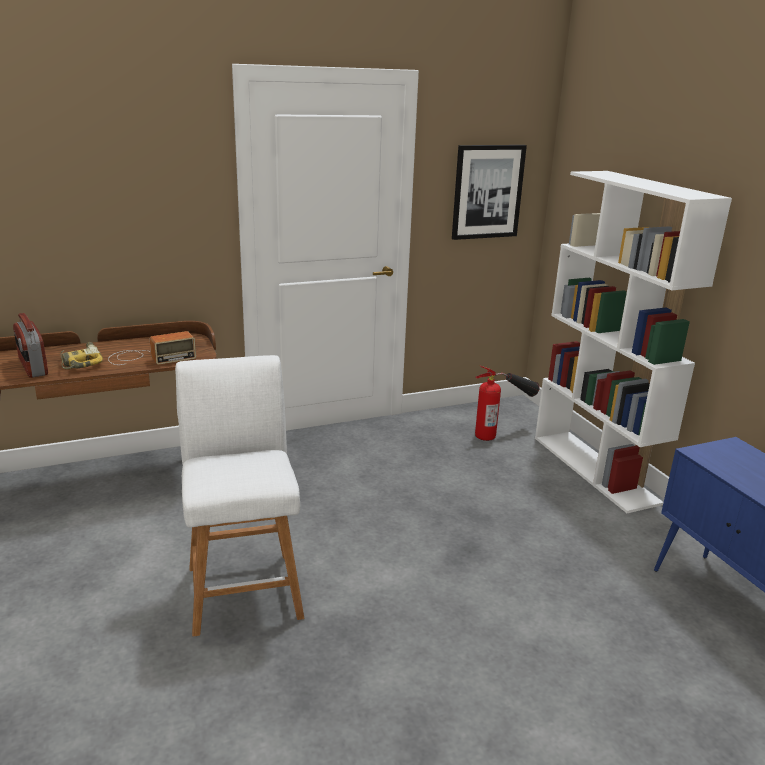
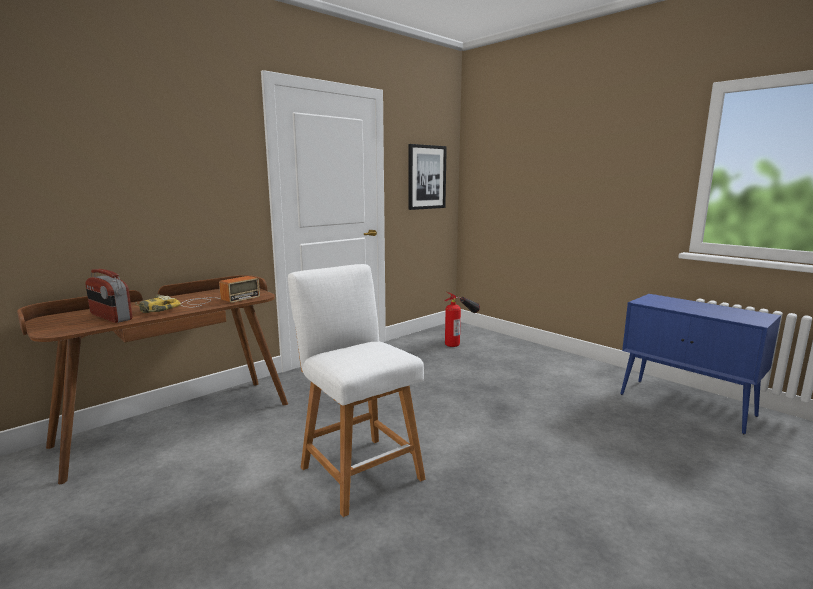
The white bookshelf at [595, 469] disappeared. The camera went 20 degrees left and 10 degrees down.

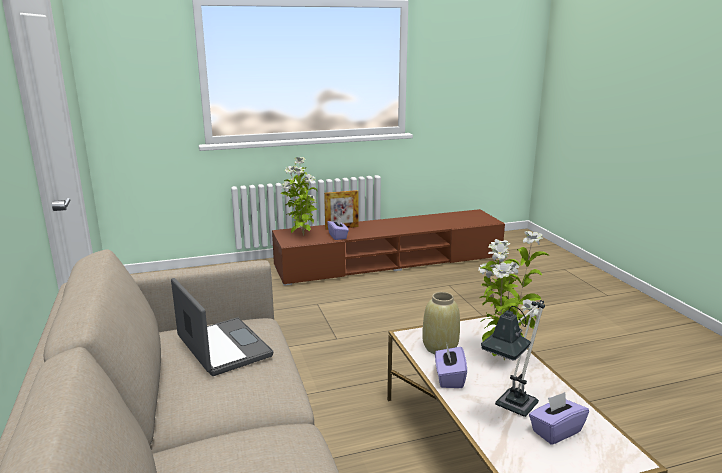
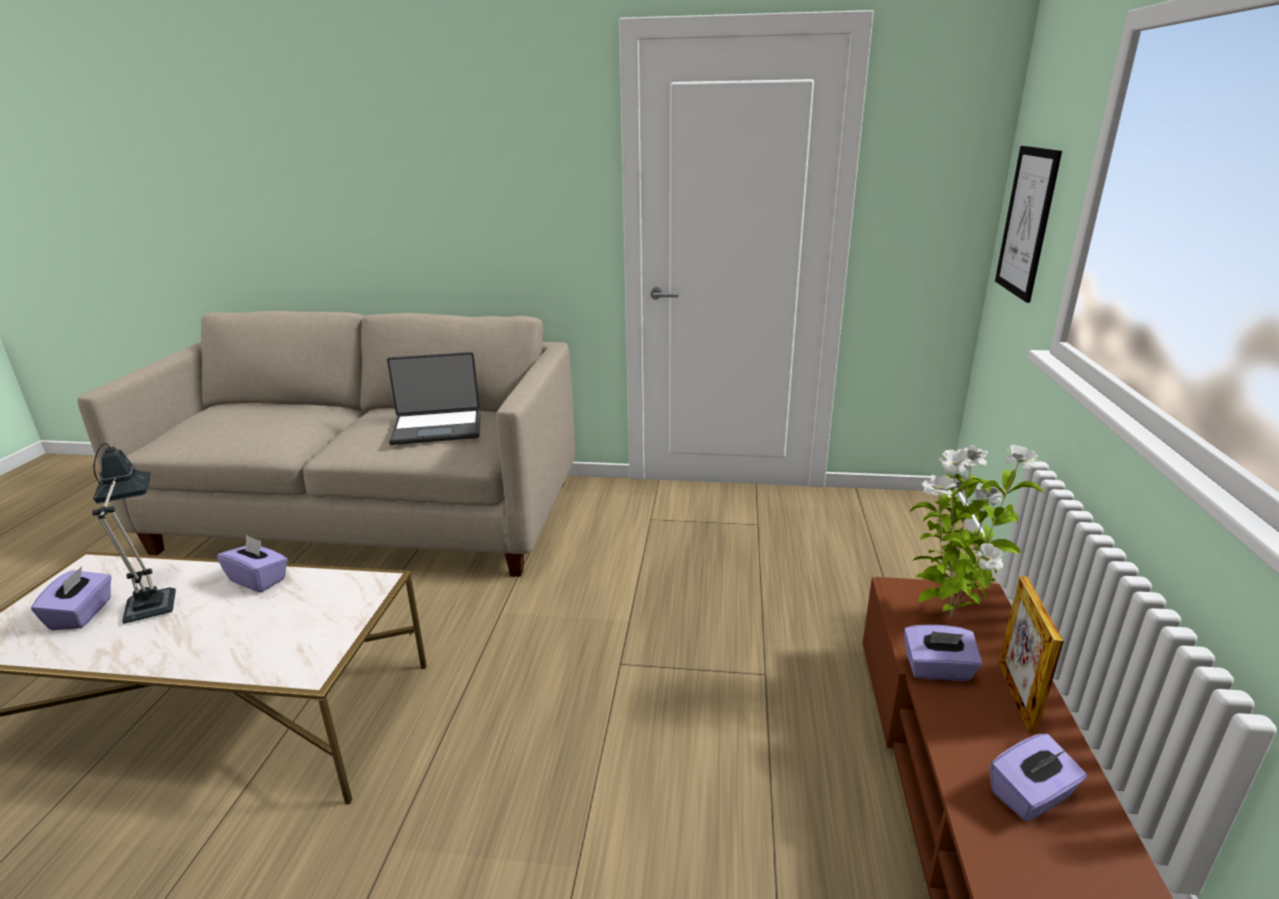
The beige flower vase at [440, 348] disappeared. The houseplant at [502, 359] disappeared. The purplish tissue box at [1031, 796] appeared. The picture at [1026, 222] appeared. The camera went 115 degrees right and 5 degrees up.

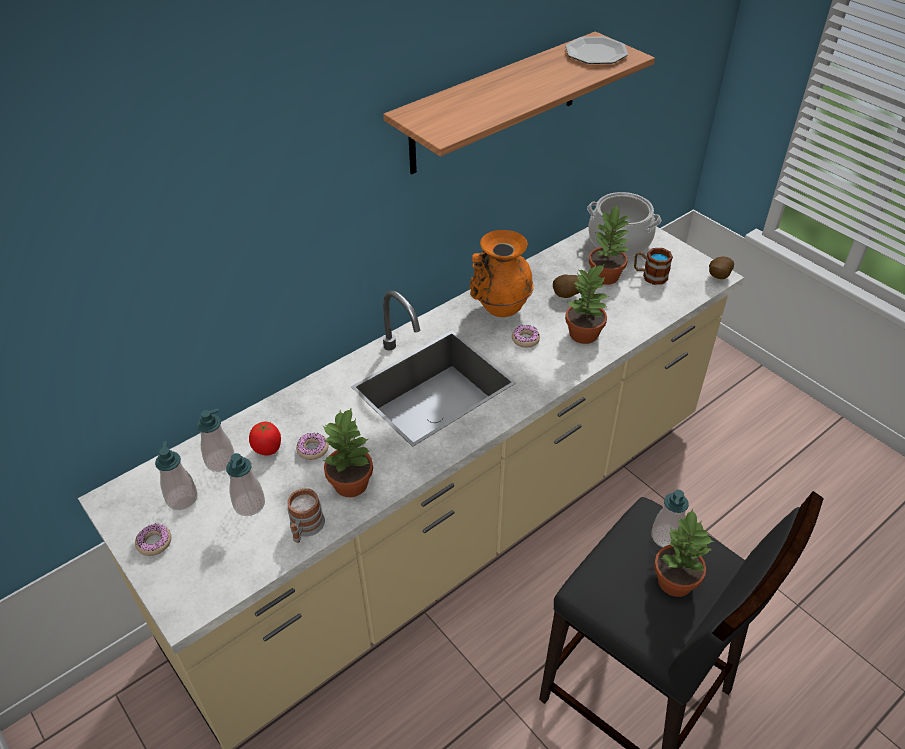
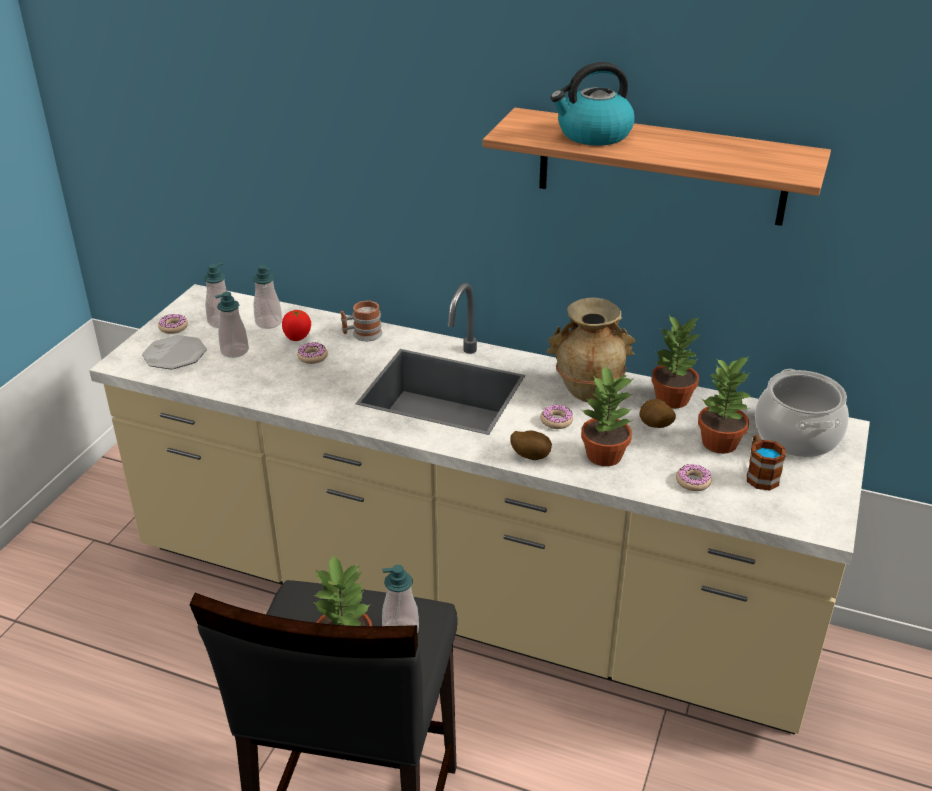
The coffee mug moved from [305, 528] to [362, 335]. The houseplant moved from [352, 484] to [672, 399]. The orange-coloured flower vase at [499, 307] became the beige flower vase at [588, 391]. The plate moved from [595, 53] to [175, 354]. The whole potato moved from [717, 277] to [530, 456]. The tea kettle at [593, 135] appeared. The doughnut at [693, 482] appeared. The camera went 60 degrees right and 10 degrees down.

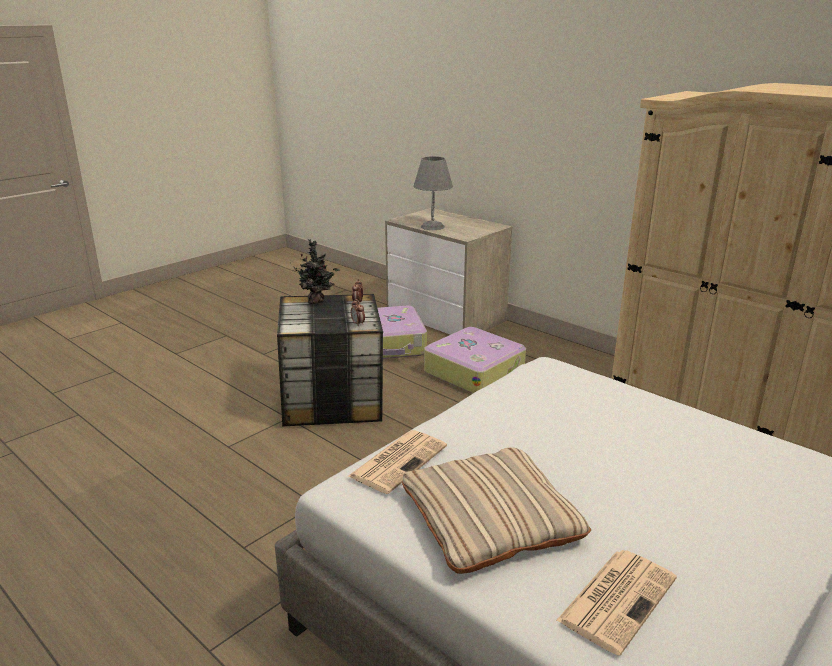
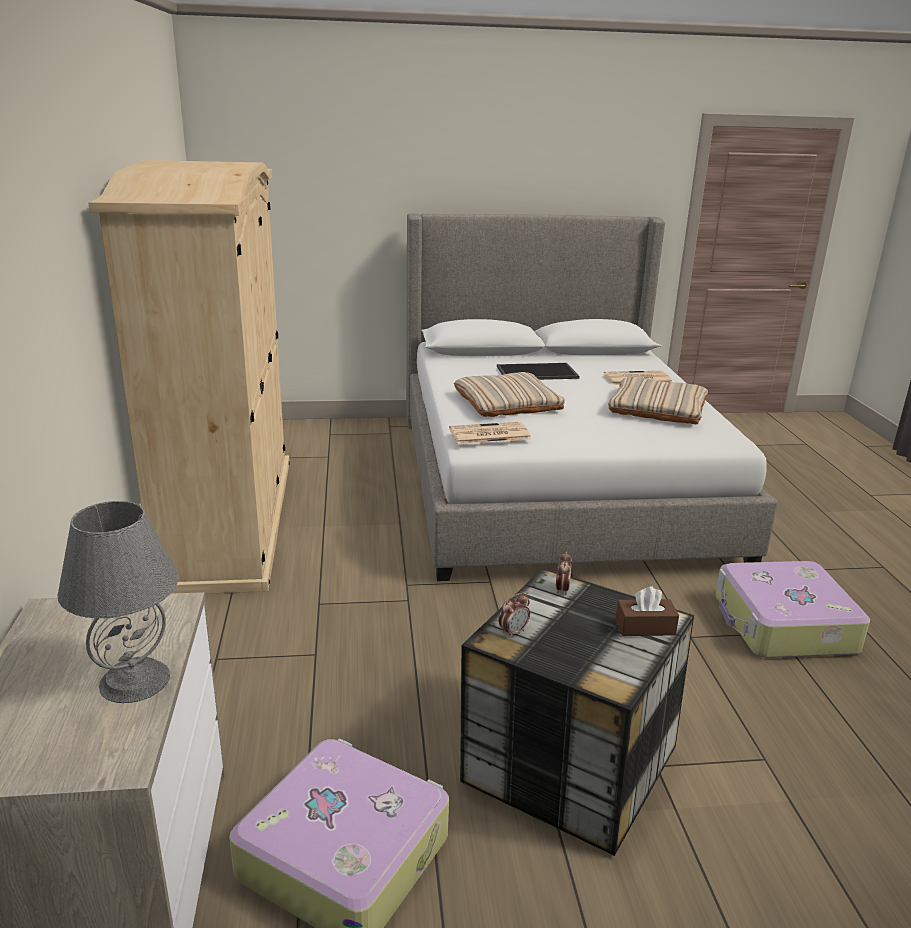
The houseplant at [317, 301] disappeared. The newspaper moved from [398, 460] to [488, 434]. The suitcase moved from [474, 371] to [782, 625]. The beige throw pillow at [507, 402] appeared. The carrying tray at [536, 373] appeared. The brown tissue box at [645, 627] appeared. The camera went 140 degrees left and 0 degrees up.

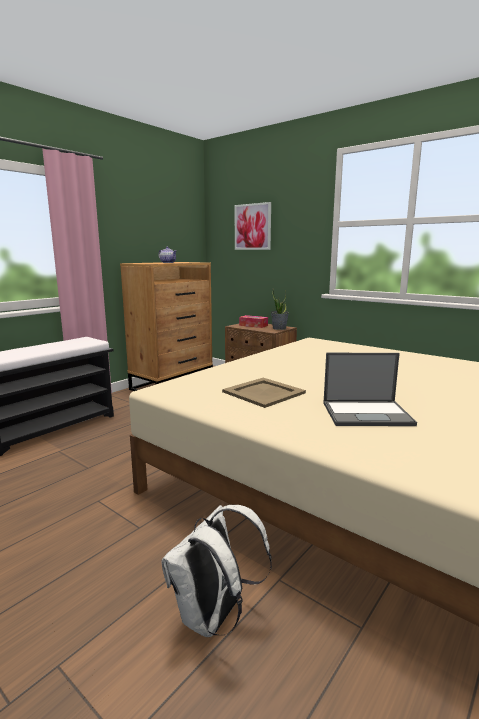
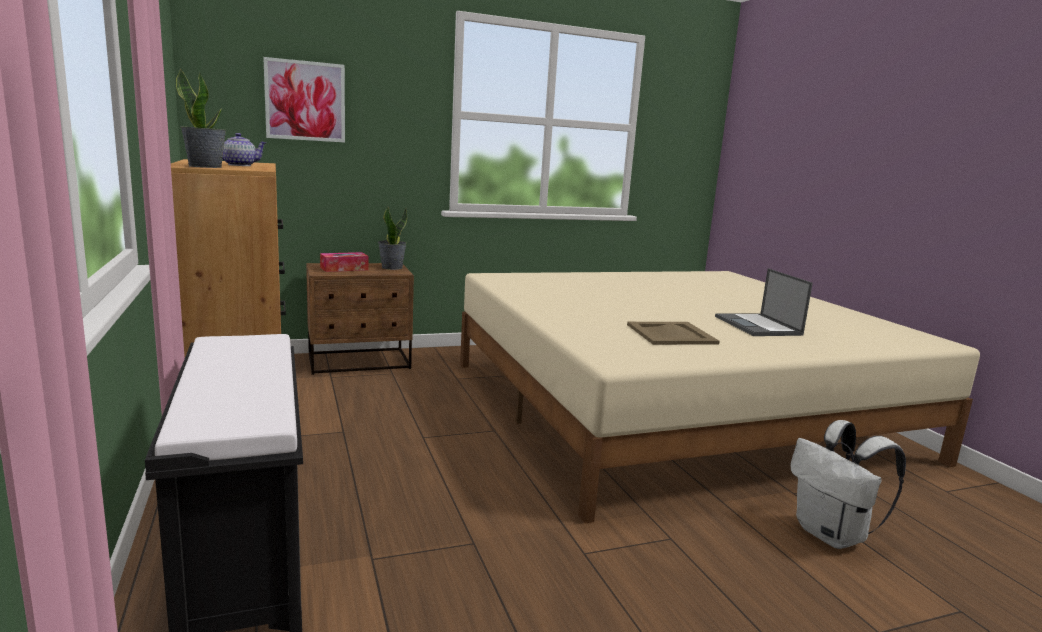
The notebook computer at [367, 413] turned 135 degrees clockwise. The houseplant at [205, 166] appeared. The camera went 60 degrees left and 0 degrees up.

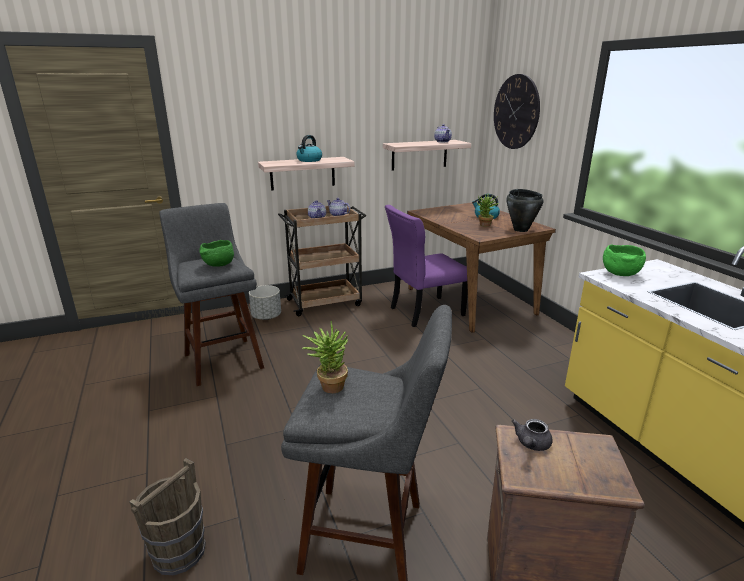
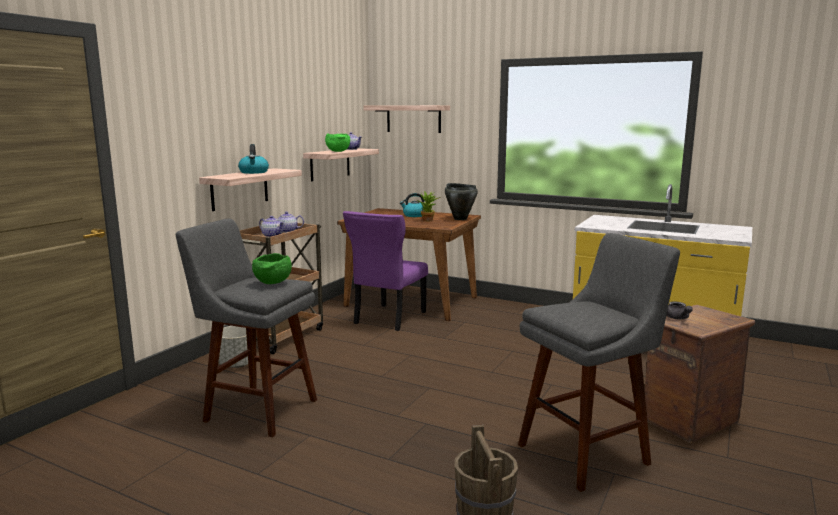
The houseplant at [328, 386] disappeared. The wall clock at [516, 112] was replaced by the bracket shelf at [413, 119]. The green-coloured bowl moved from [620, 274] to [337, 151]. The camera went 40 degrees left and 10 degrees down.

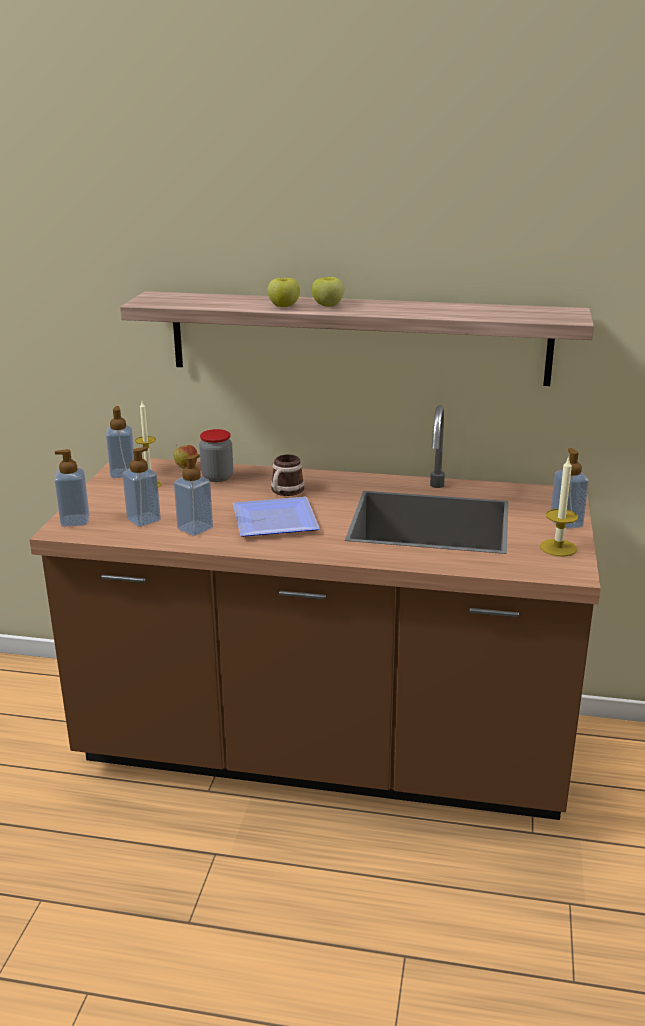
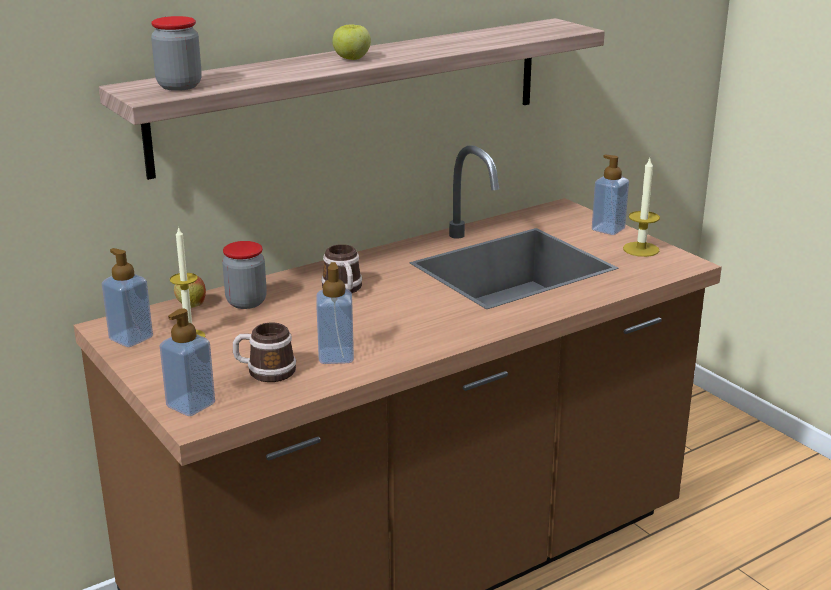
The soap bottle at [143, 520] was replaced by the coffee mug at [265, 371]. The plate at [272, 520] disappeared. The whole apple at [284, 306] disappeared. The storage jar at [179, 86] appeared. The camera went 45 degrees left and 0 degrees up.

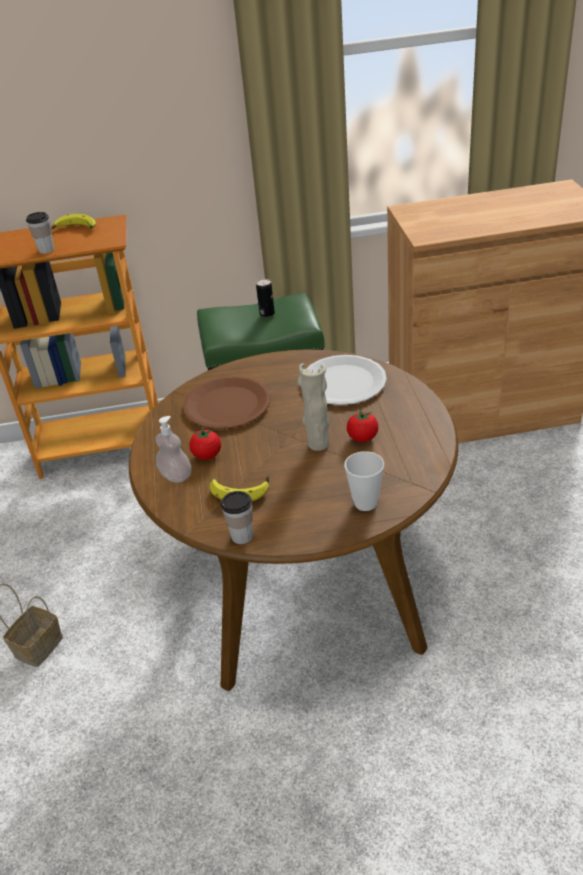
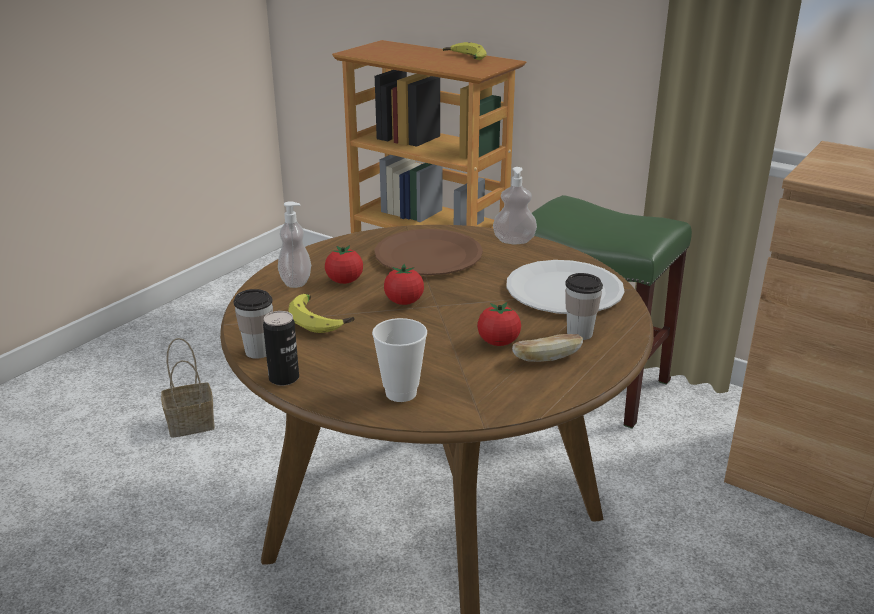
The cup moved from [46, 250] to [579, 333]. The can moved from [267, 313] to [284, 378]. The beige flower vase at [318, 443] disappeared. The tomato at [404, 302] appeared. The soap bottle at [514, 241] appeared. The baked bread at [546, 359] appeared. The camera went 40 degrees right and 10 degrees down.

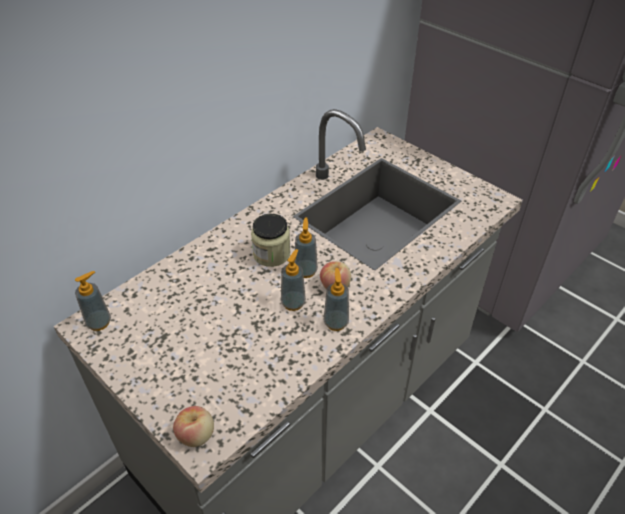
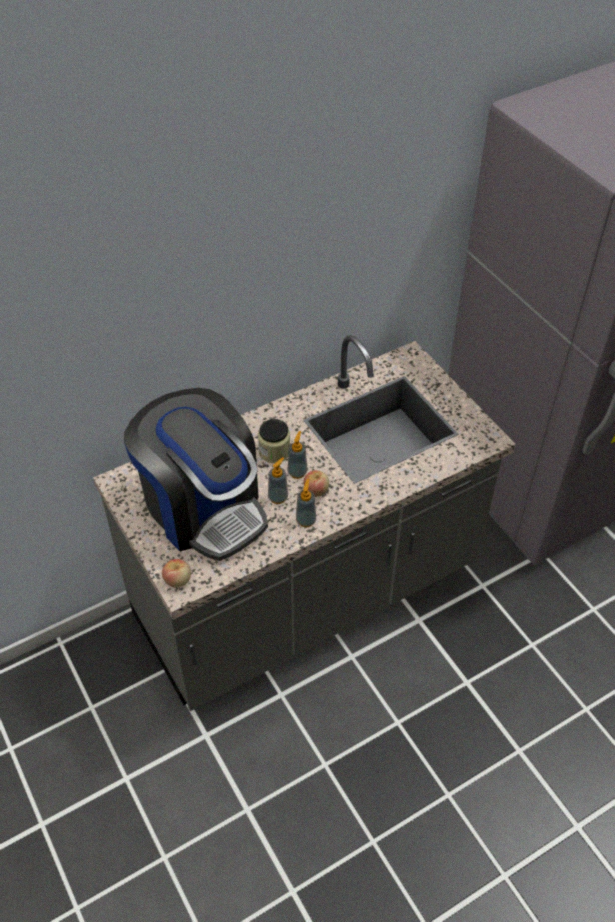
The soap bottle at [99, 322] disappeared. The coffee maker at [203, 507] appeared. The camera went 15 degrees right and 5 degrees up.

